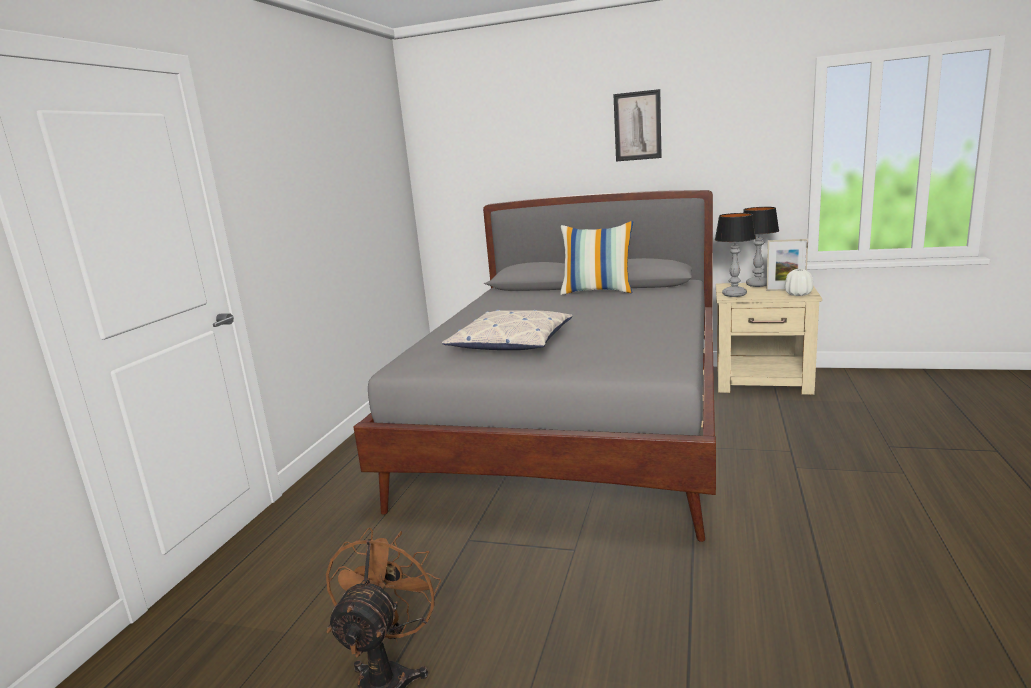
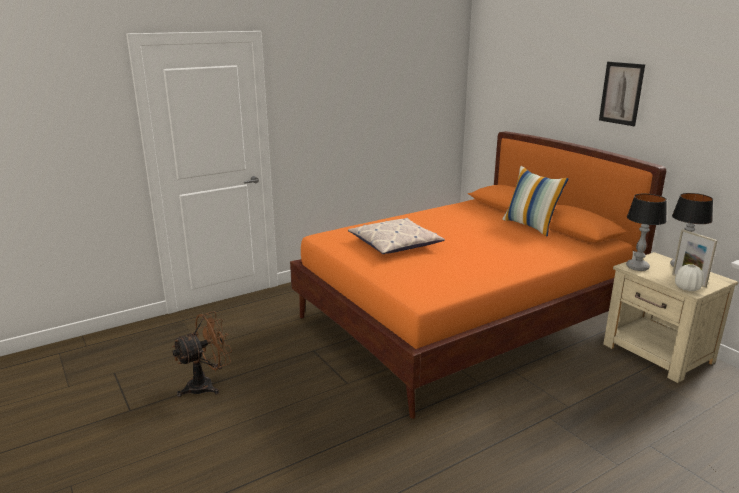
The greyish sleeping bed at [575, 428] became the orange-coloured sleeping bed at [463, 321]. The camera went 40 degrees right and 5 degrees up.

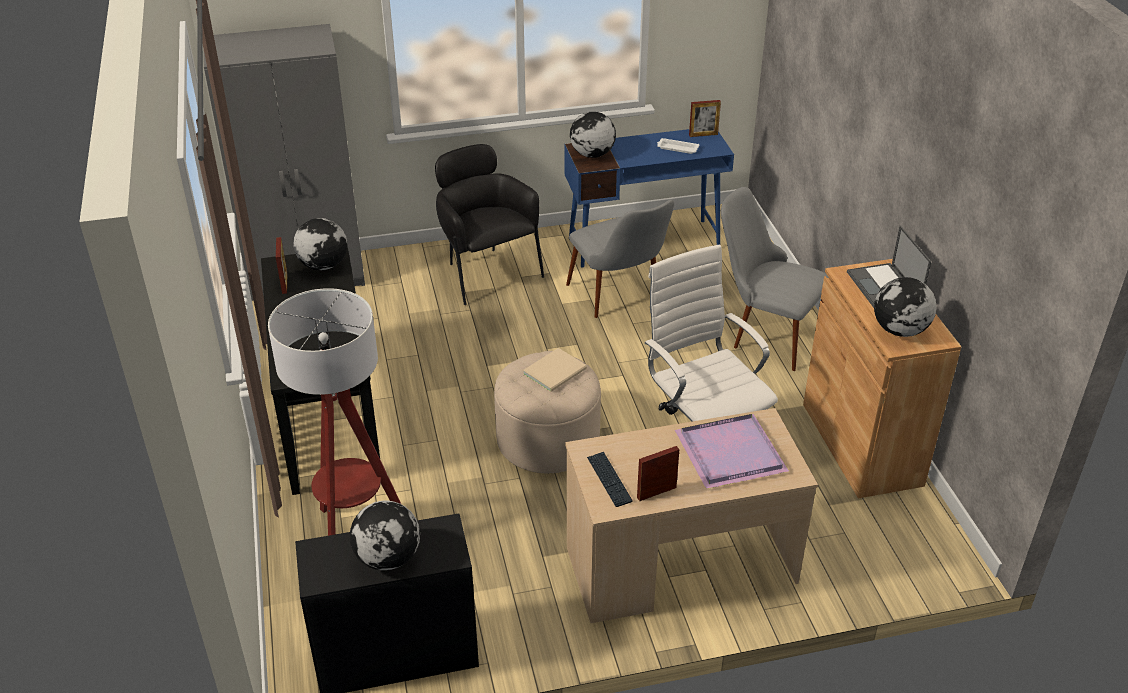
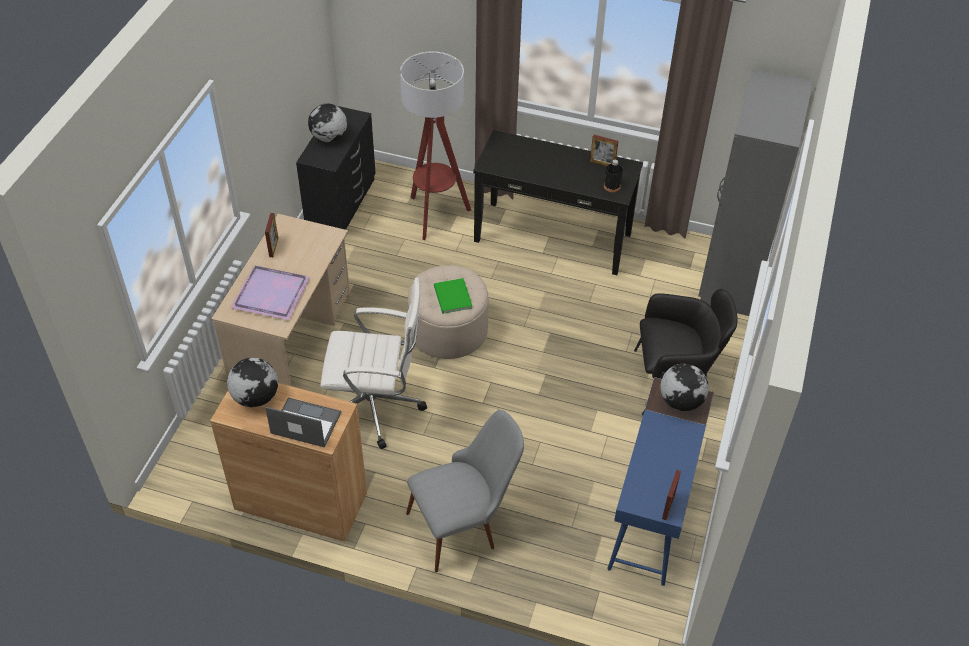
The desk globe at [323, 265] was replaced by the black bottle at [612, 186]. The beige volume at [557, 371] became the green-coloured volume at [452, 298]. The greyish upright chair at [620, 299] disappeared. The computer keyboard at [609, 480] disappeared. The white carrying tray at [677, 148] disappeared. The camera went 120 degrees right and 10 degrees up.

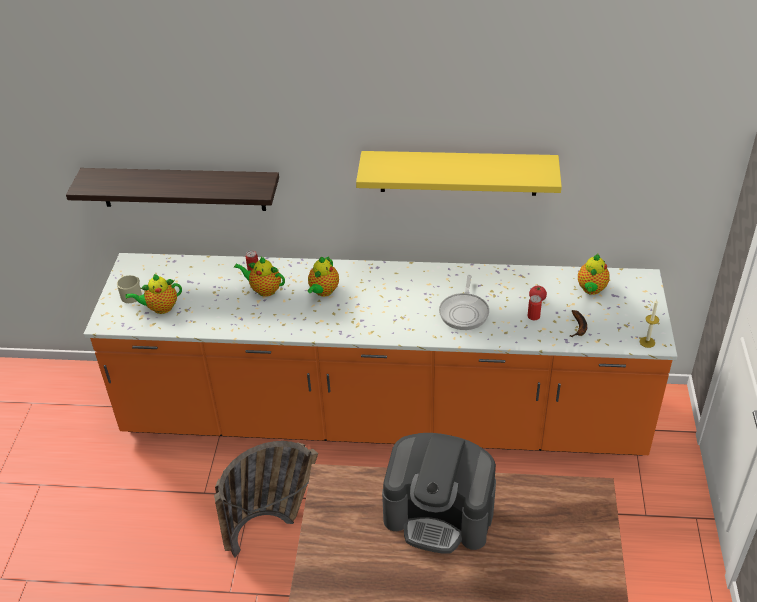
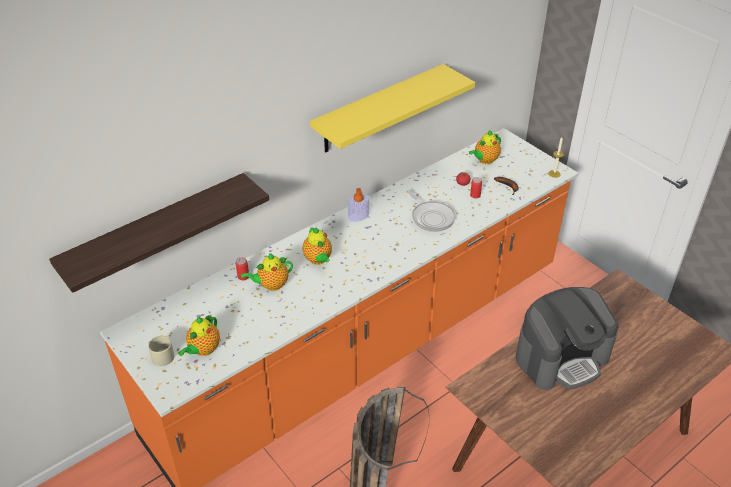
The teapot at [591, 290] turned 75 degrees clockwise. The soap bottle at [358, 216] appeared. The camera went 45 degrees left and 0 degrees up.

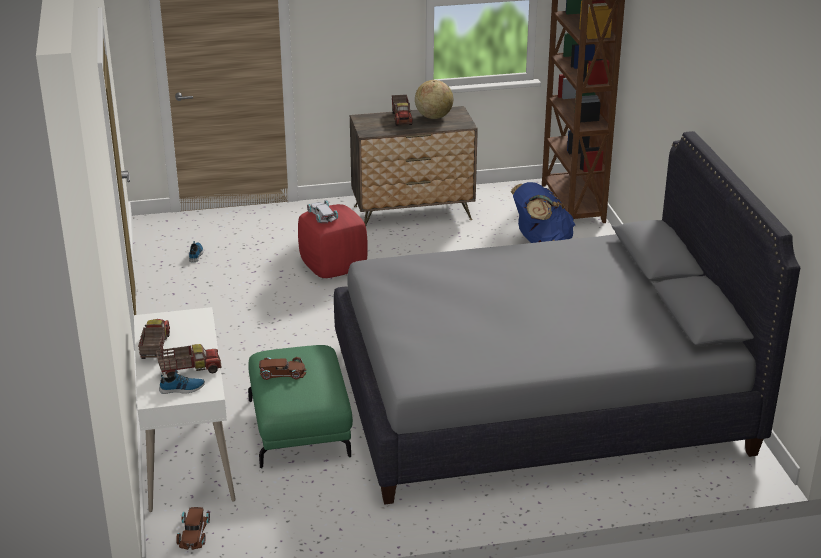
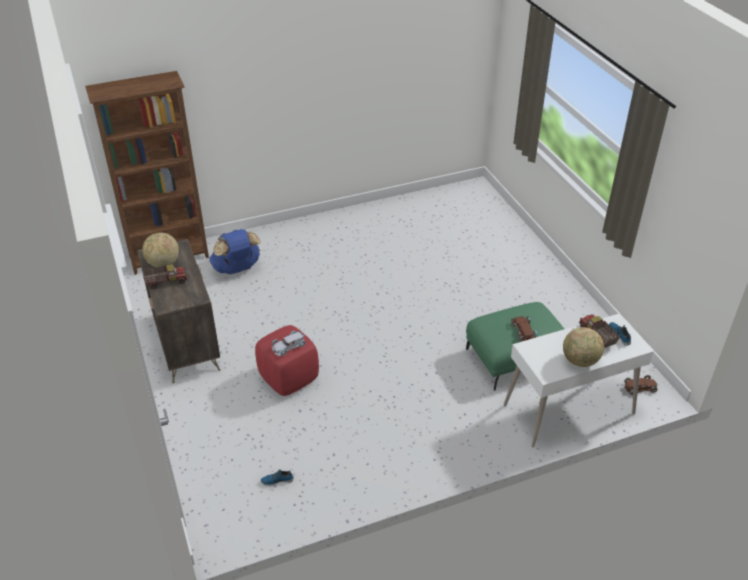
The toy lorry at [154, 347] was replaced by the desk globe at [580, 361]. The greyish sleeping bed at [538, 399] disappeared. The camera went 100 degrees left and 10 degrees up.

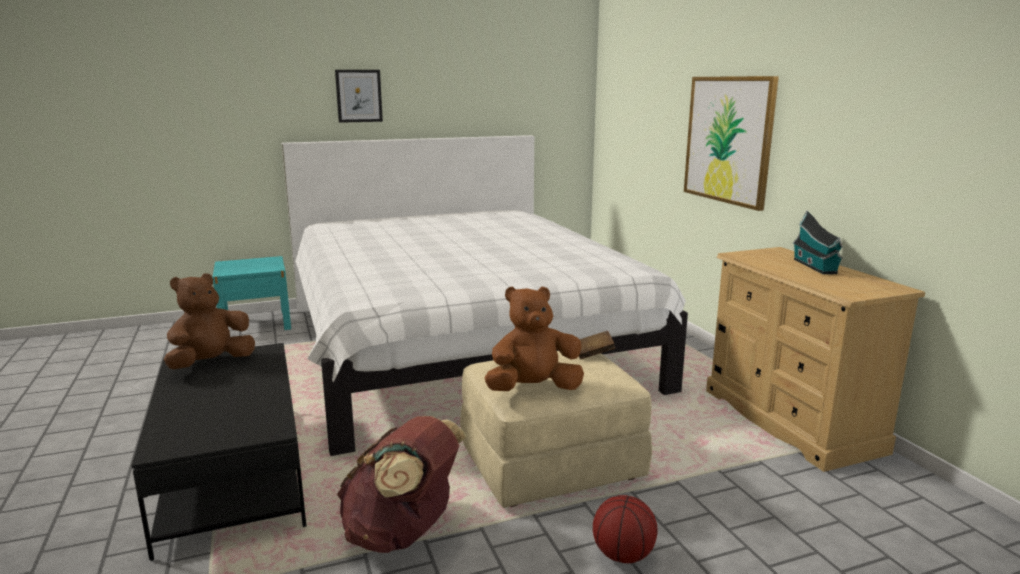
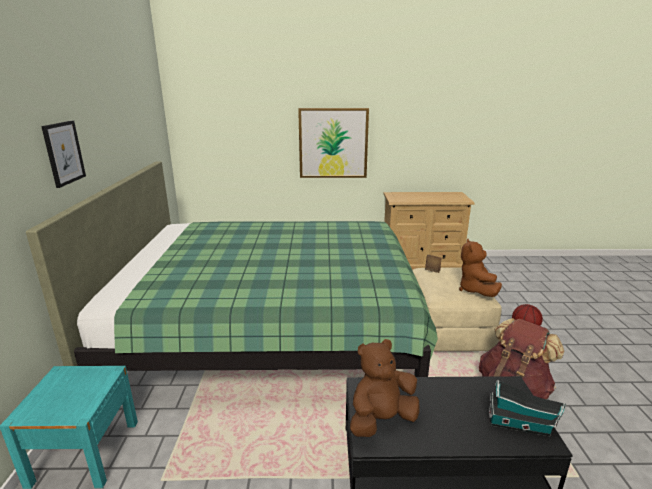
The brown soft toy at [211, 363] turned 90 degrees clockwise. The white sleeping bed at [459, 346] became the green-coloured sleeping bed at [270, 330]. The toy house moved from [815, 267] to [521, 426]. The camera went 70 degrees left and 5 degrees up.

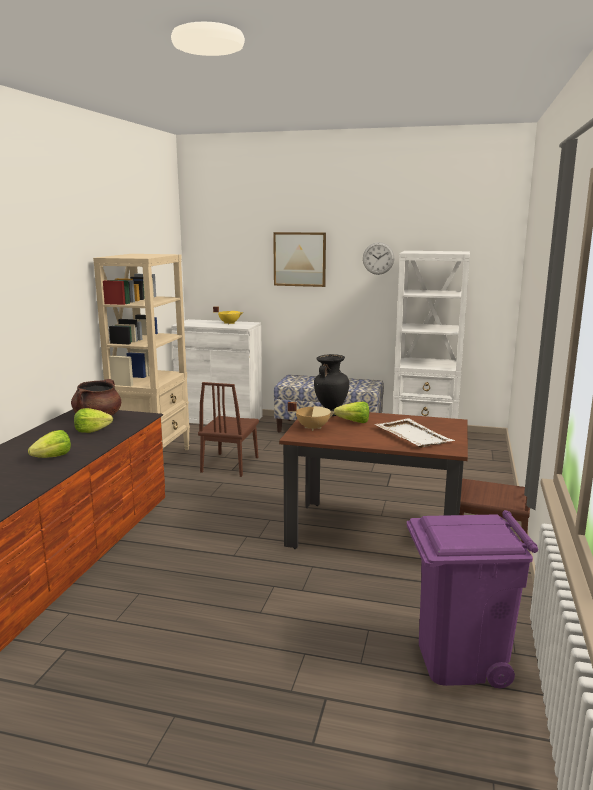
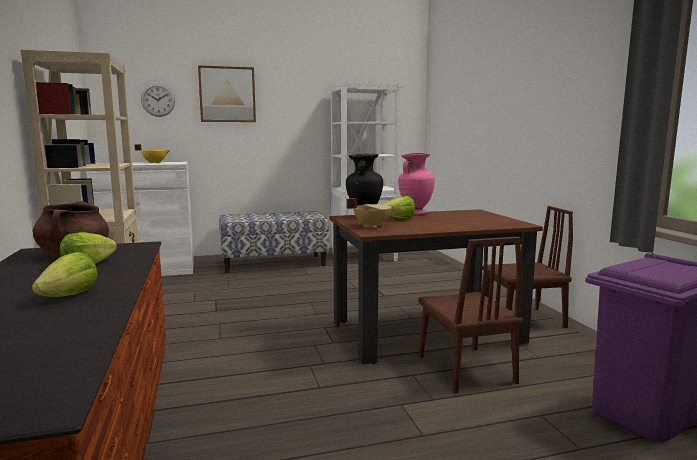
The brown upright chair moved from [230, 464] to [465, 369]. The wall clock moved from [378, 258] to [158, 100]. The white carrying tray at [412, 435] disappeared. The pink flower vase at [415, 214] appeared. The camera went 30 degrees left and 5 degrees down.

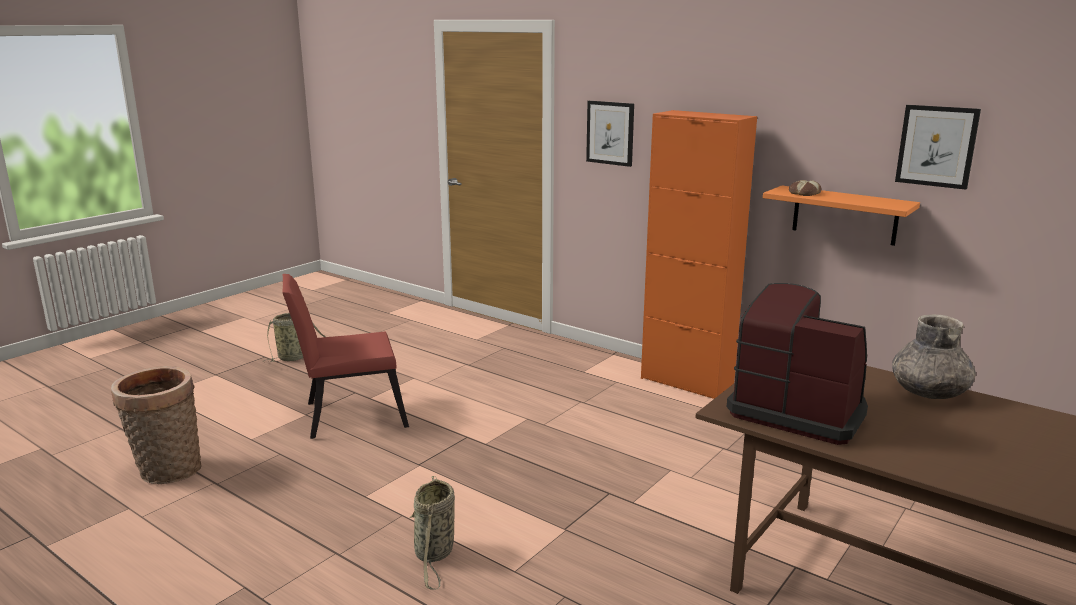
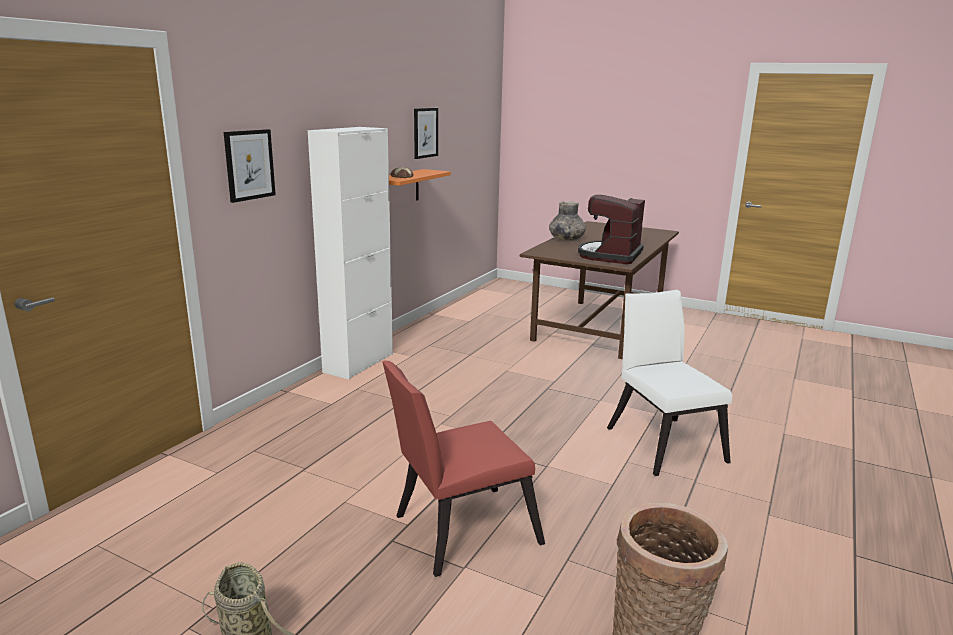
The reddish upright chair at [348, 415] turned 90 degrees clockwise. The basket at [434, 554] was replaced by the white upright chair at [662, 441]. The orange-coloured cabinet at [686, 382] became the white cabinet at [358, 363]. The camera went 100 degrees left and 0 degrees up.

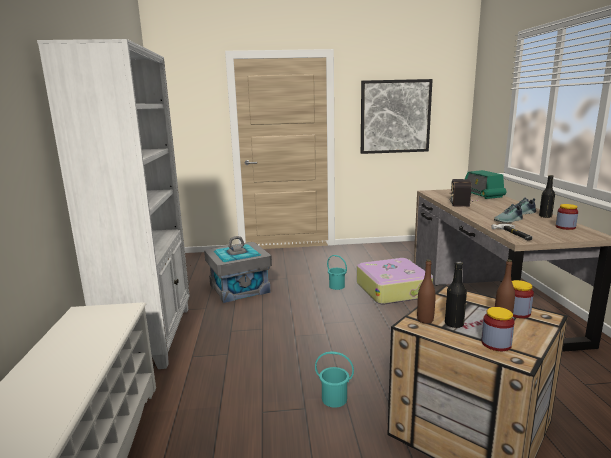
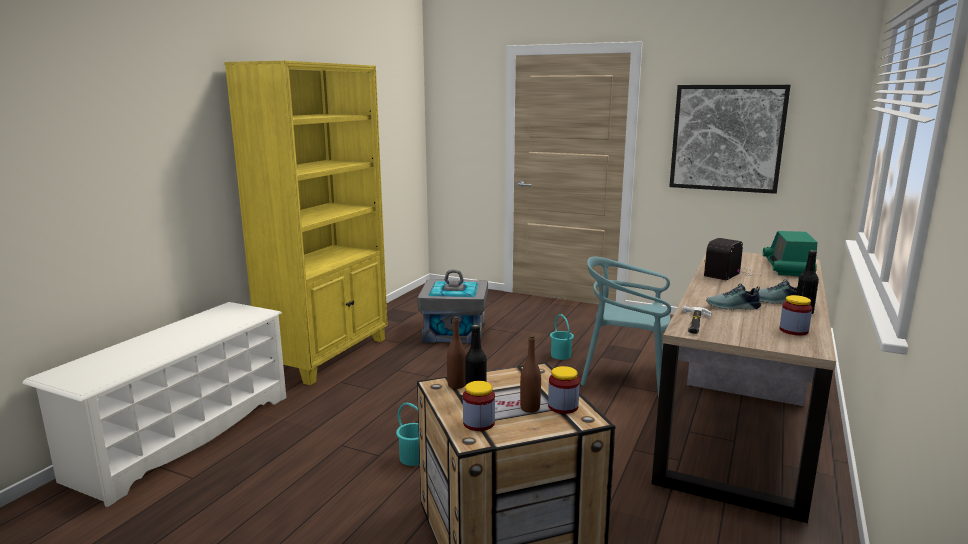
The white bookshelf at [151, 336] became the yellow bookshelf at [328, 355]. The suitcase at [393, 289] was replaced by the blue-green upright chair at [624, 376]. The camera went 30 degrees right and 0 degrees up.

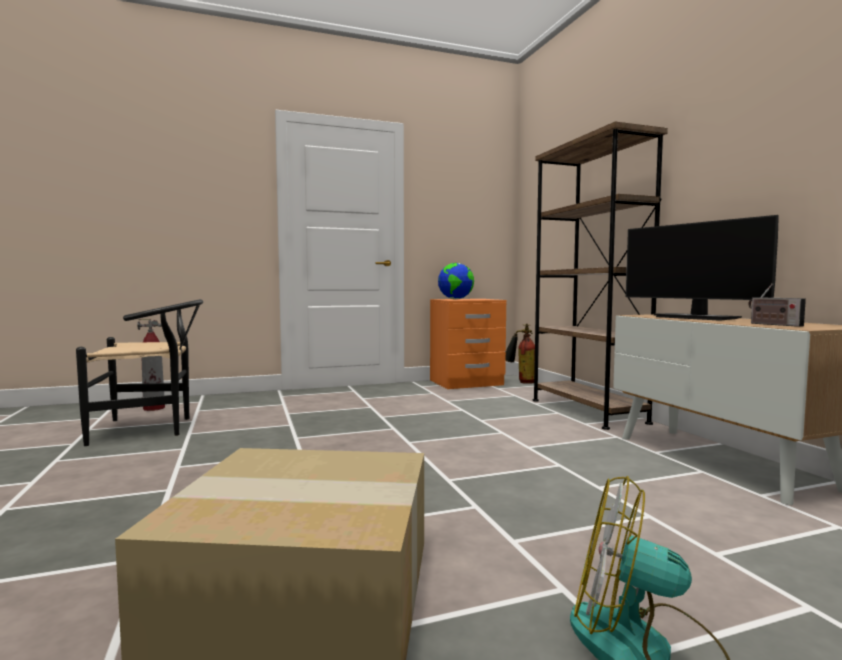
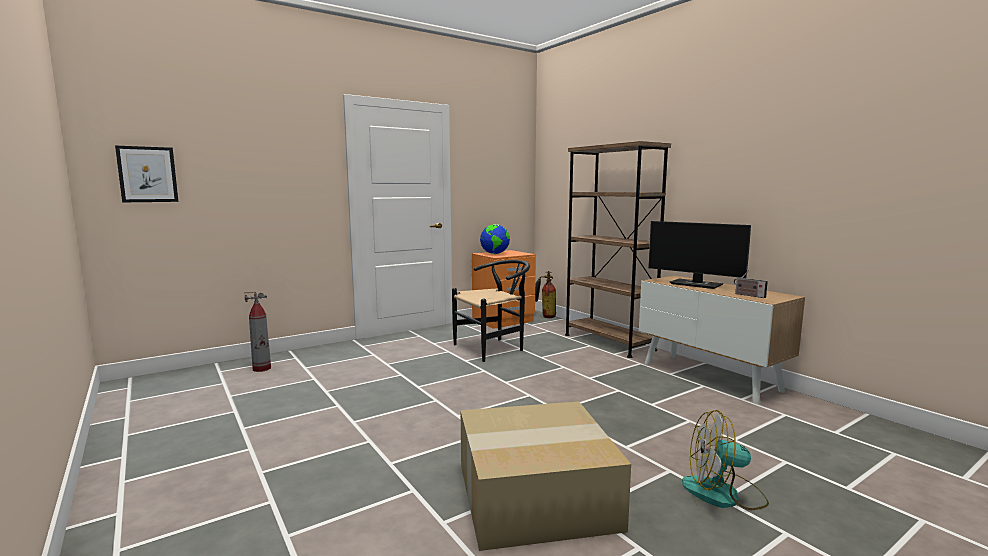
The black upright chair moved from [151, 428] to [494, 348]. The picture at [147, 174] appeared. The camera went 15 degrees left and 5 degrees up.

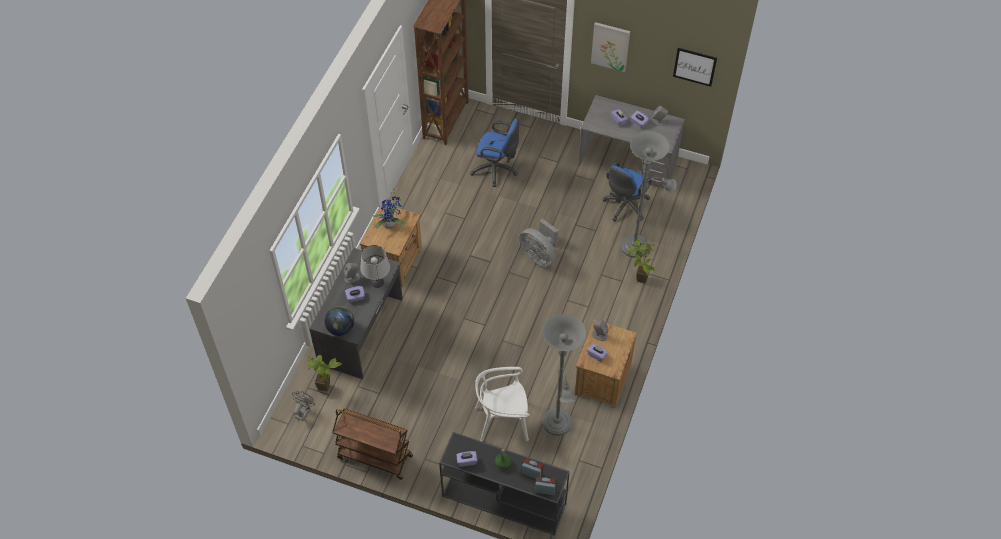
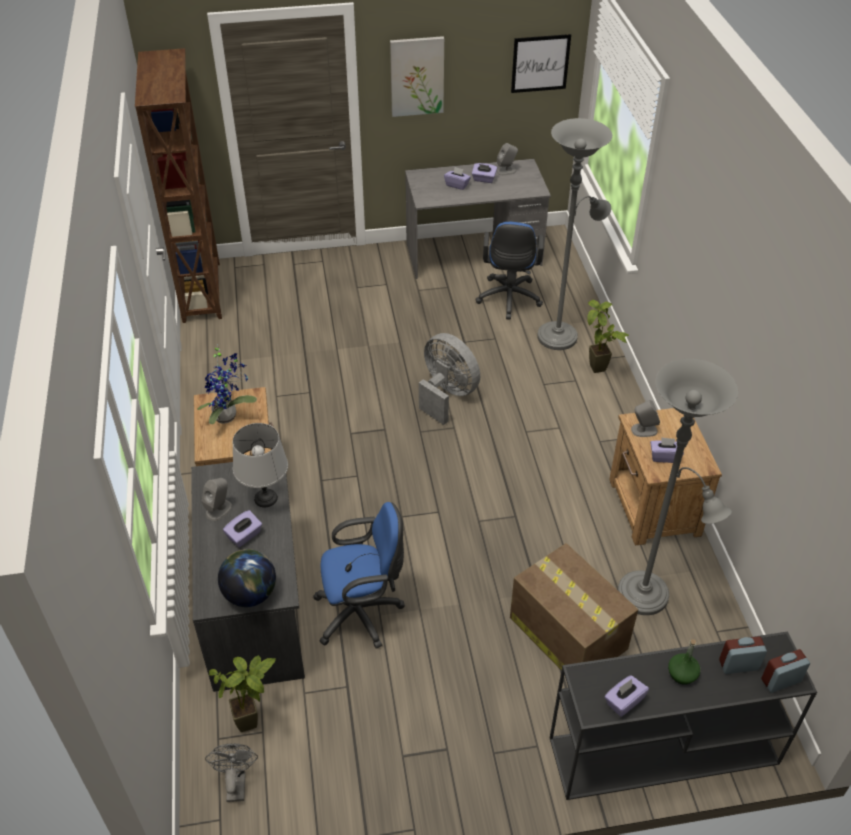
The brown cart at [374, 457] disappeared. The bluish desk chair moved from [496, 170] to [362, 613]. The white upright chair at [502, 421] was replaced by the cardboard box at [566, 632]. The greyish fan at [539, 256] turned 150 degrees counterclockwise. The camera went 30 degrees left and 10 degrees down.

